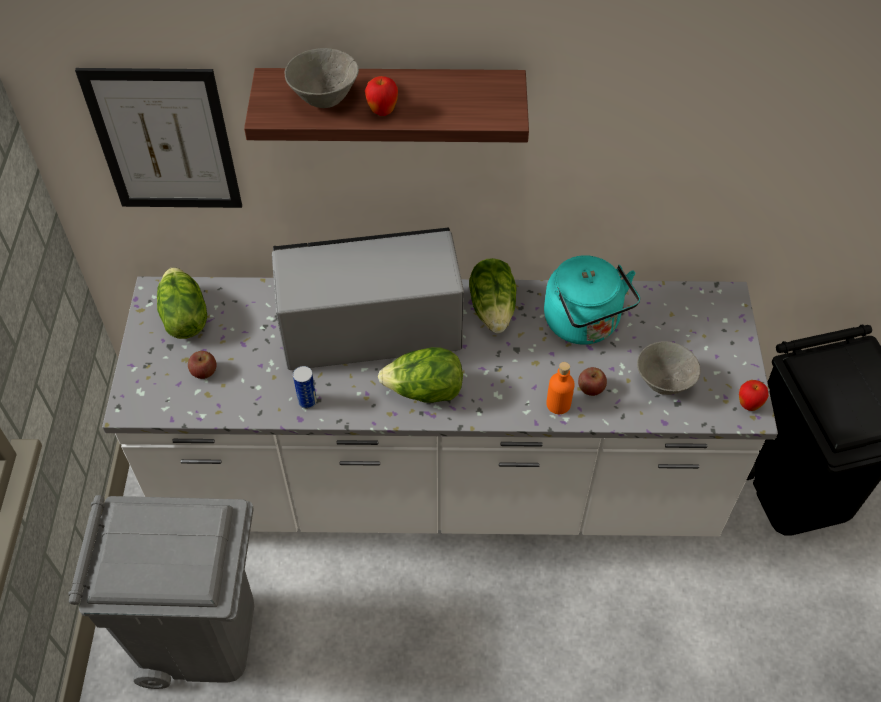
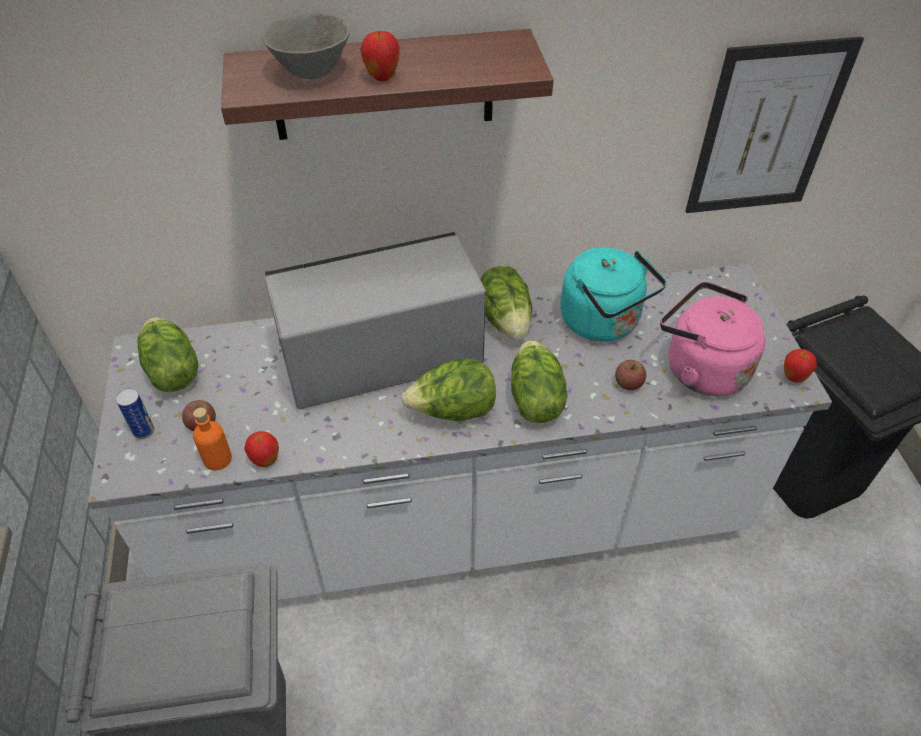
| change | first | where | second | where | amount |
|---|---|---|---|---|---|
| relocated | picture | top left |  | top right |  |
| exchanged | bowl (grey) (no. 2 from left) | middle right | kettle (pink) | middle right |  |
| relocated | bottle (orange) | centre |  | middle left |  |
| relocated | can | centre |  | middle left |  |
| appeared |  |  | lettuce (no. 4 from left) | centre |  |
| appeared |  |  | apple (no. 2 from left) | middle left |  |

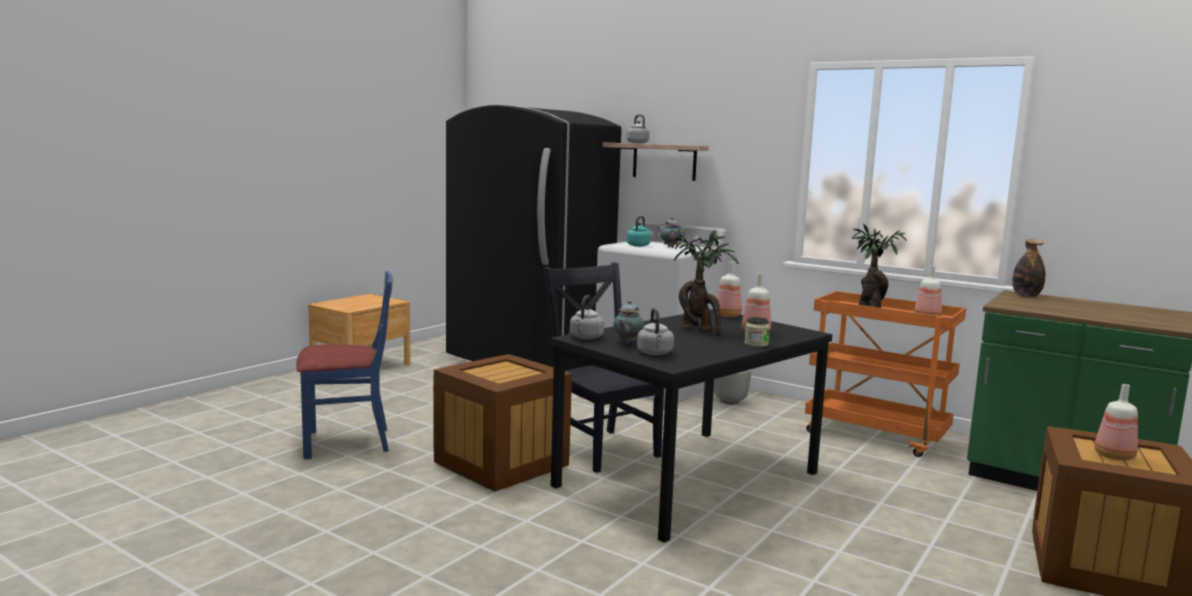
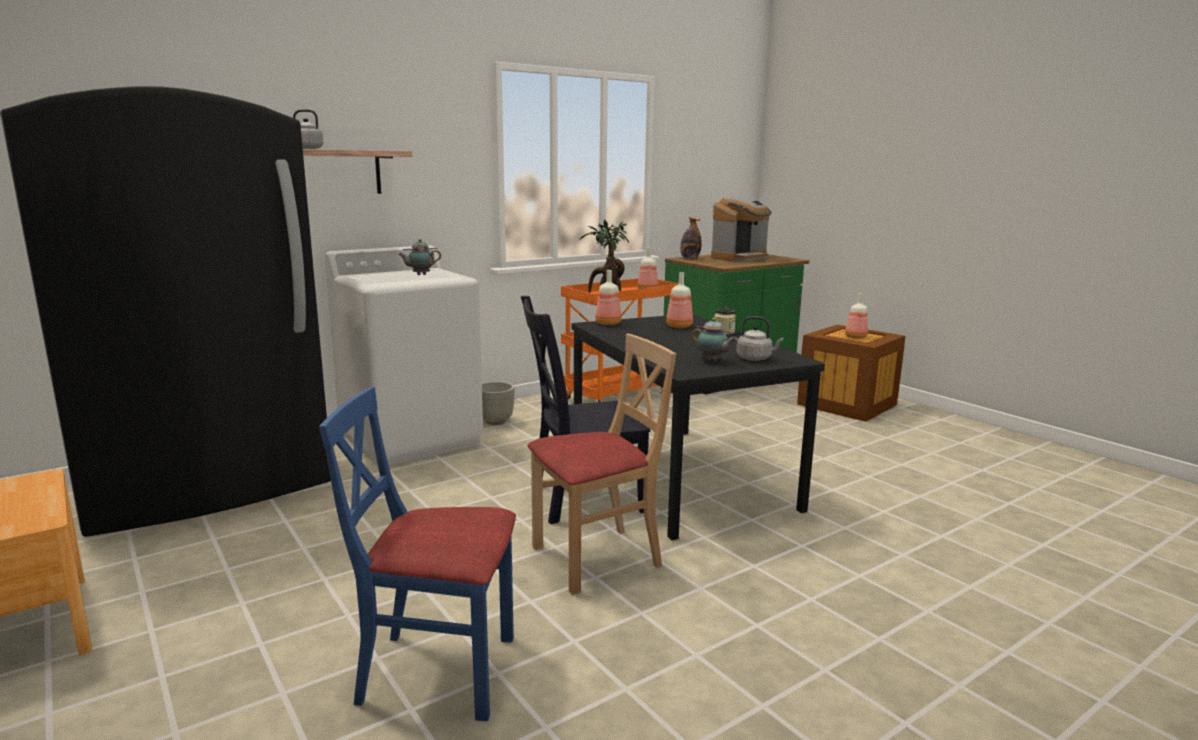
| change | first | where | second | where | amount |
|---|---|---|---|---|---|
| missing | kettle (turquoise) | centre |  |  |  |
| missing | potted plant (no. 1 from left) | centre |  |  |  |
| spun | chair (blue) | middle left |  | bottom centre | 90 degrees counterclockwise |
| missing | kettle (grey) (no. 1 from left) | centre |  |  |  |
| exchanged | crate (no. 1 from left) | bottom centre | chair (beige) | centre |  |
| appeared |  |  | coffee machine | top centre |  |

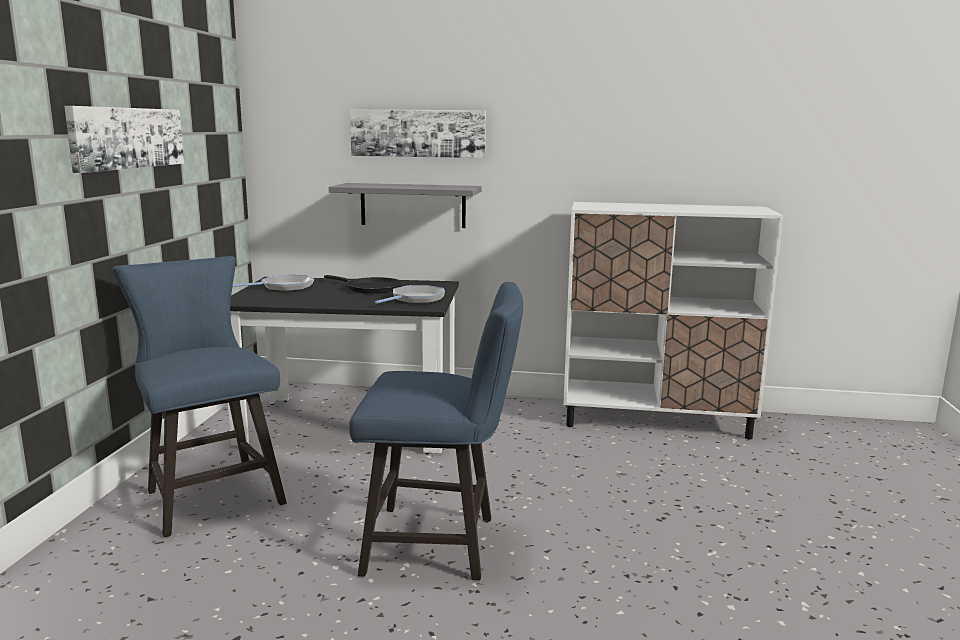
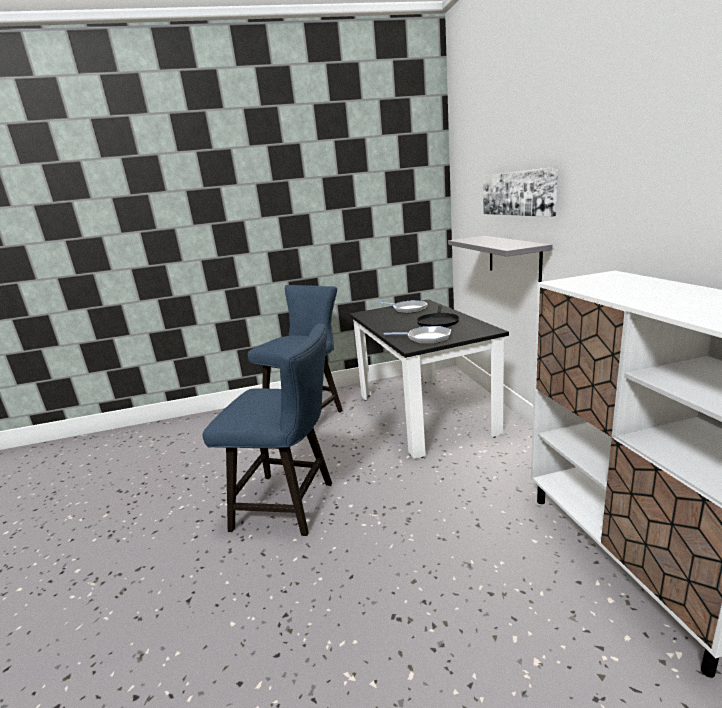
| change | first | where | second | where | amount |
|---|---|---|---|---|---|
| missing | picture (no. 1 from left) | top left |  |  |  |
| spun | chair (blue) (no. 2 from left in the first image) | bottom centre | chair (blue) (no. 1 from left) | centre | 60 degrees counterclockwise |

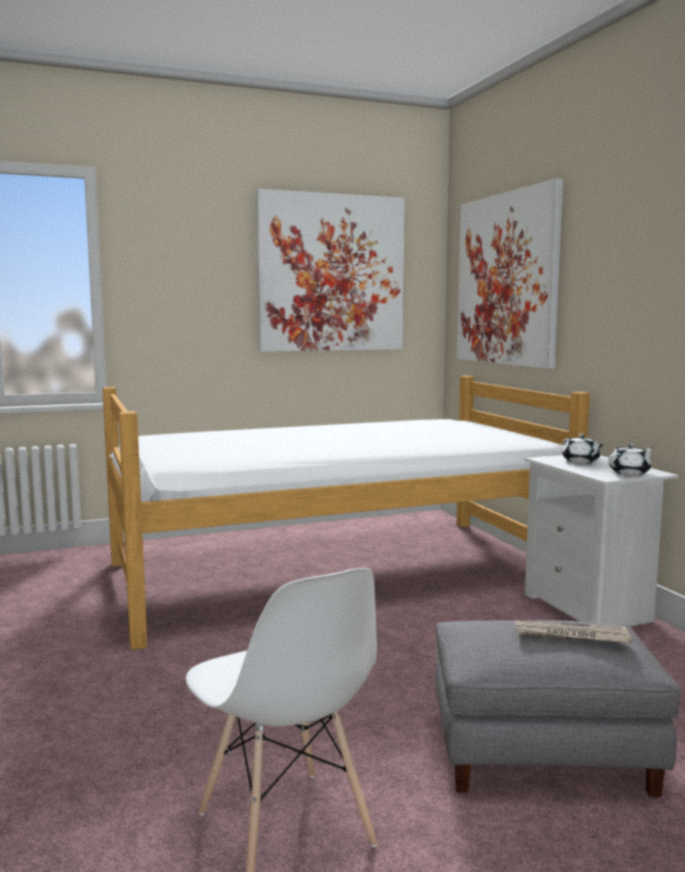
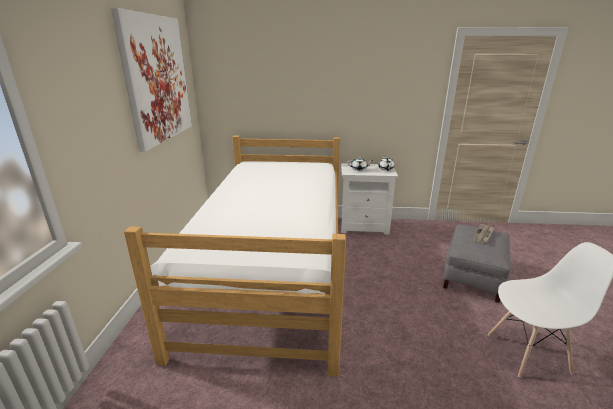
| change | first | where | second | where | amount |
|---|---|---|---|---|---|
| missing | picture (no. 2 from left) | top right |  |  |  |

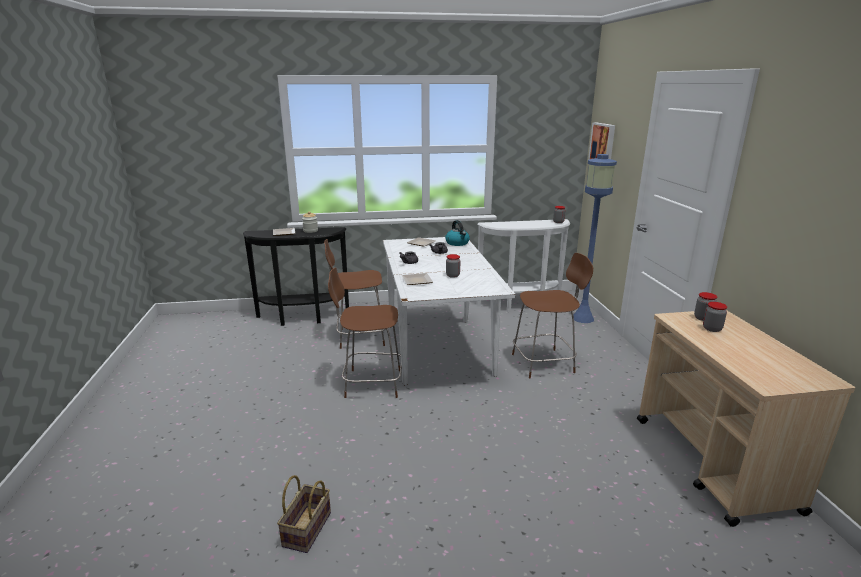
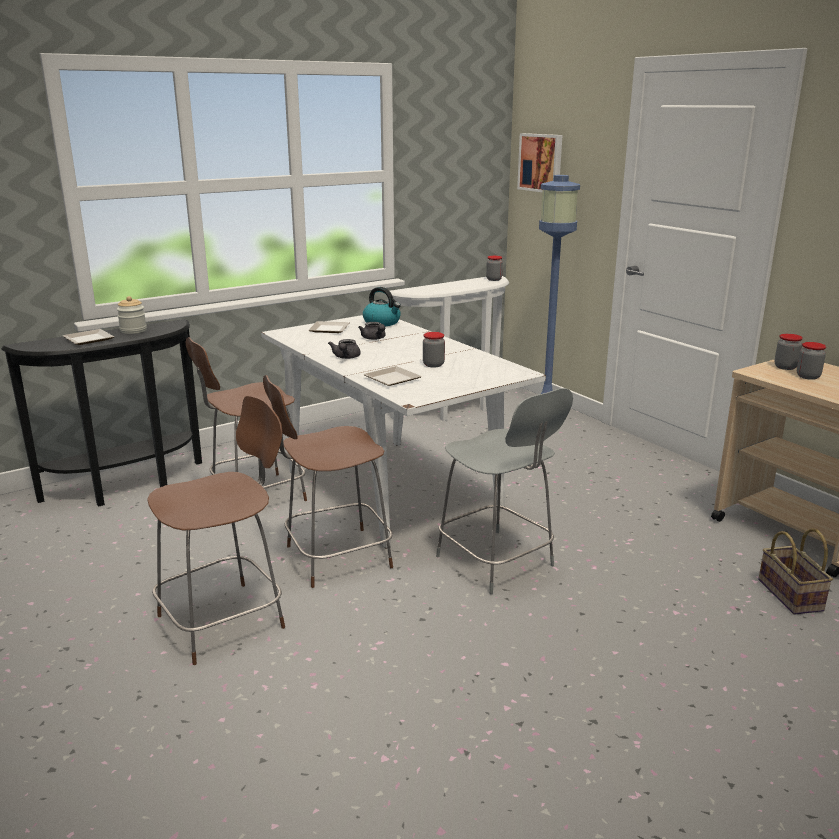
| change | first | where | second | where | amount |
|---|---|---|---|---|---|
| relocated | chair (brown) (no. 3 from left in the first image) | centre | chair (brown) (no. 1 from left) | middle left |  |
| relocated | basket | bottom centre |  | bottom right |  |
| appeared |  |  | chair (grey) | centre |  |

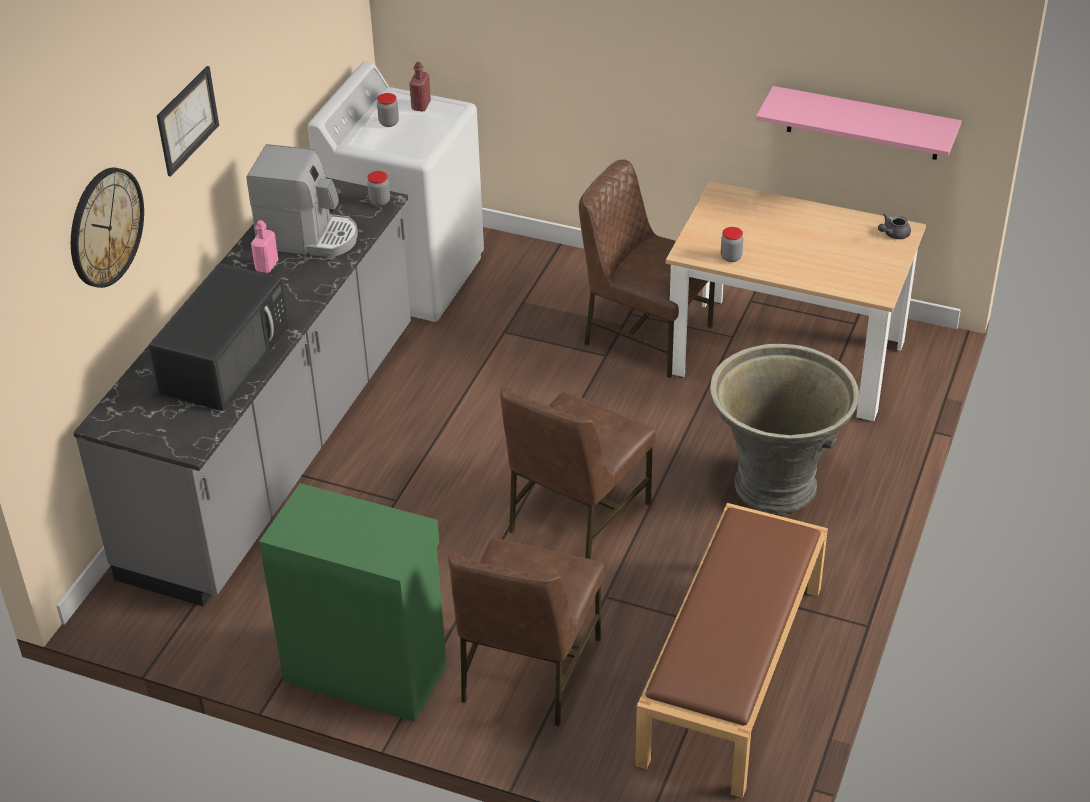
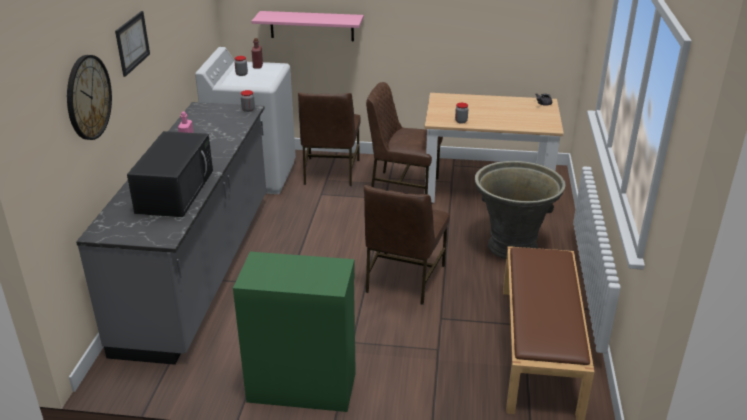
| change | first | where | second | where | amount |
|---|---|---|---|---|---|
| relocated | shelf (pink) | top right |  | top centre |  |
| missing | coffee machine | top left |  |  |  |
| relocated | chair (brown) (no. 1 from left) | bottom centre |  | top centre |  |

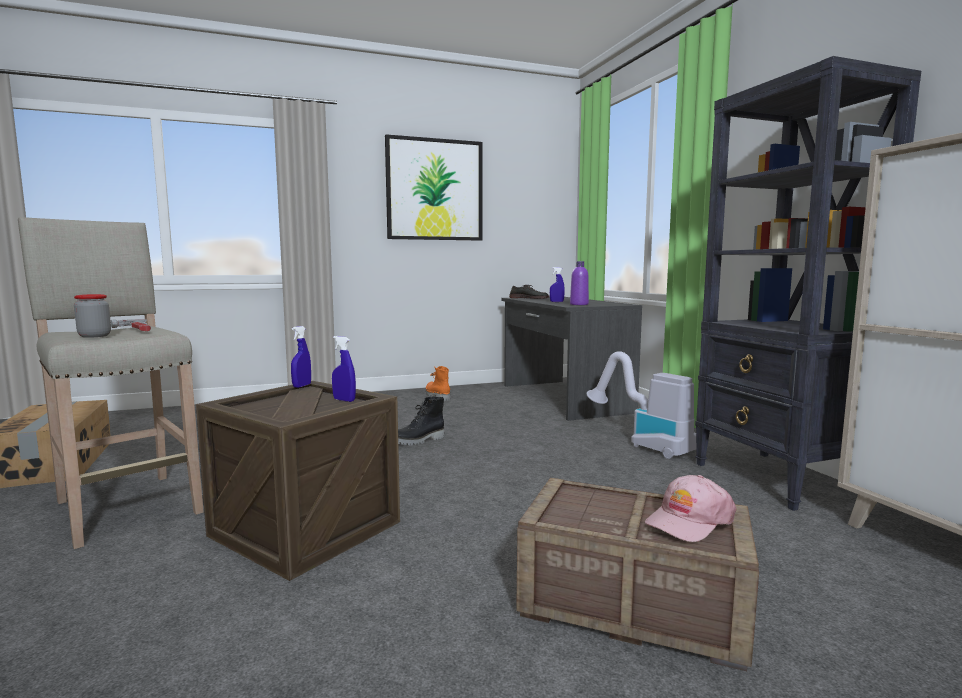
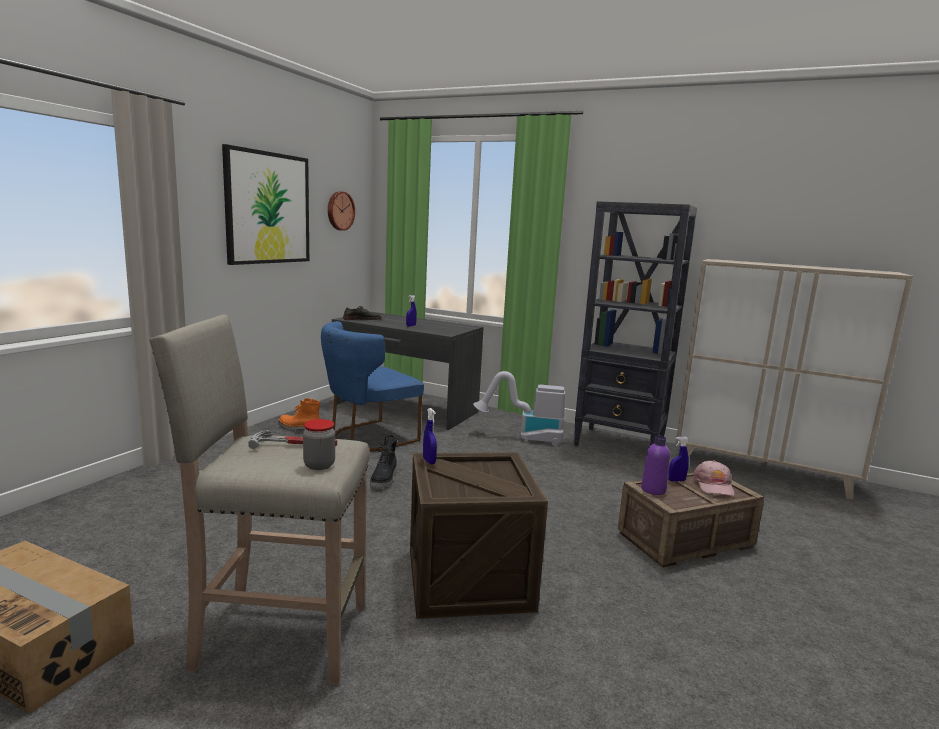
| change | first | where | second | where | amount |
|---|---|---|---|---|---|
| relocated | bottle (purple) | centre |  | middle right |  |
| relocated | spray bottle (blue) (no. 2 from left in the first image) | centre | spray bottle (blue) (no. 3 from left) | middle right |  |
| appeared |  |  | wall clock | top centre |  |
| appeared |  |  | chair (blue) | centre |  |

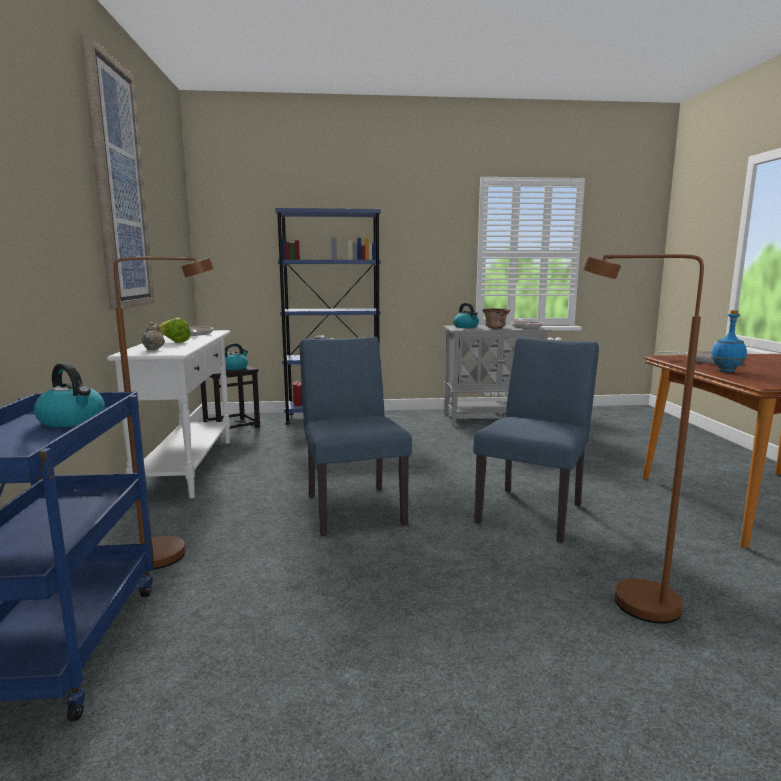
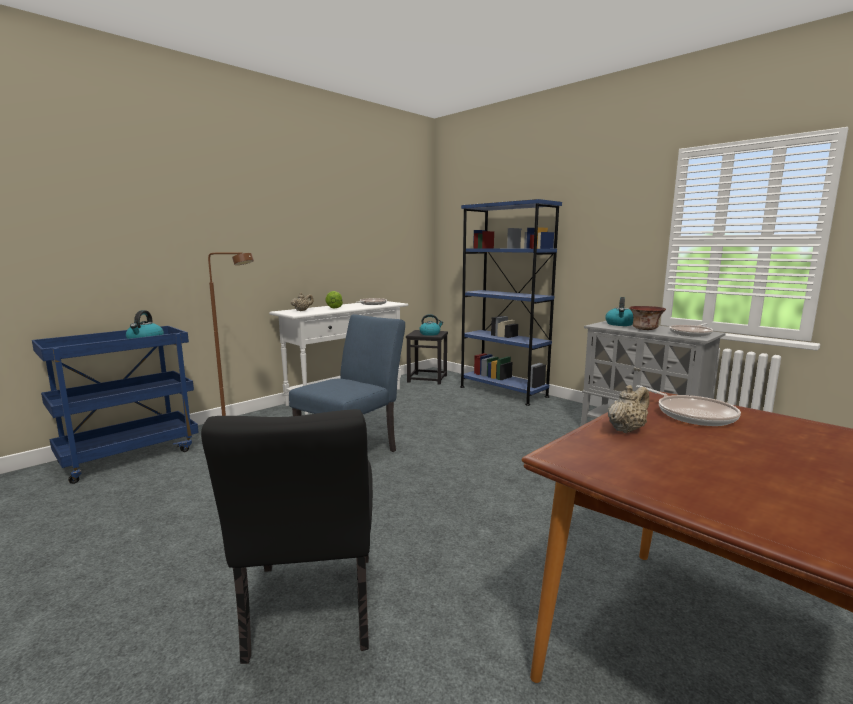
| change | first | where | second | where | amount |
|---|---|---|---|---|---|
| missing | picture | top left |  |  |  |
| exchanged | floor lamp (brown) (no. 2 from left) | middle right | chair (black) | bottom centre |  |
| exchanged | bottle (blue) | middle right | teapot (beige) (no. 2 from left) | middle right |  |
| missing | chair (blue) (no. 2 from left) | middle right |  |  |  |

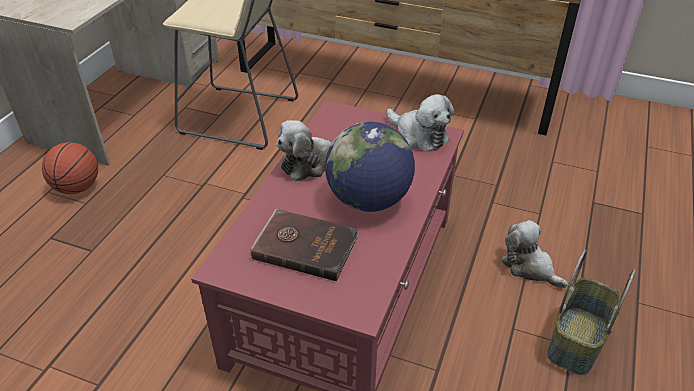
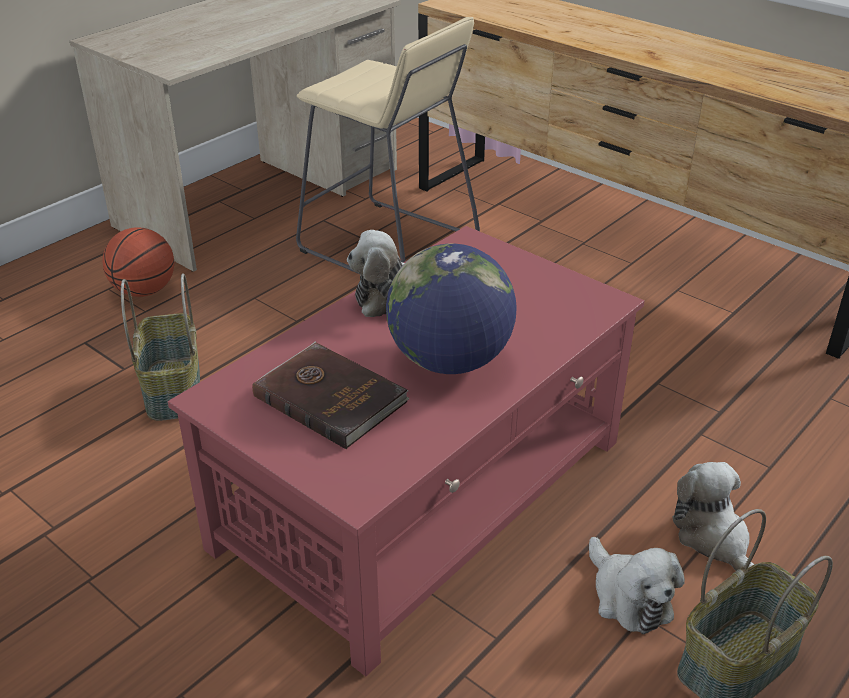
| change | first | where | second | where | amount |
|---|---|---|---|---|---|
| relocated | plush toy (no. 2 from left) | top centre |  | bottom right |  |
| appeared |  |  | basket (no. 1 from left) | middle left |  |

